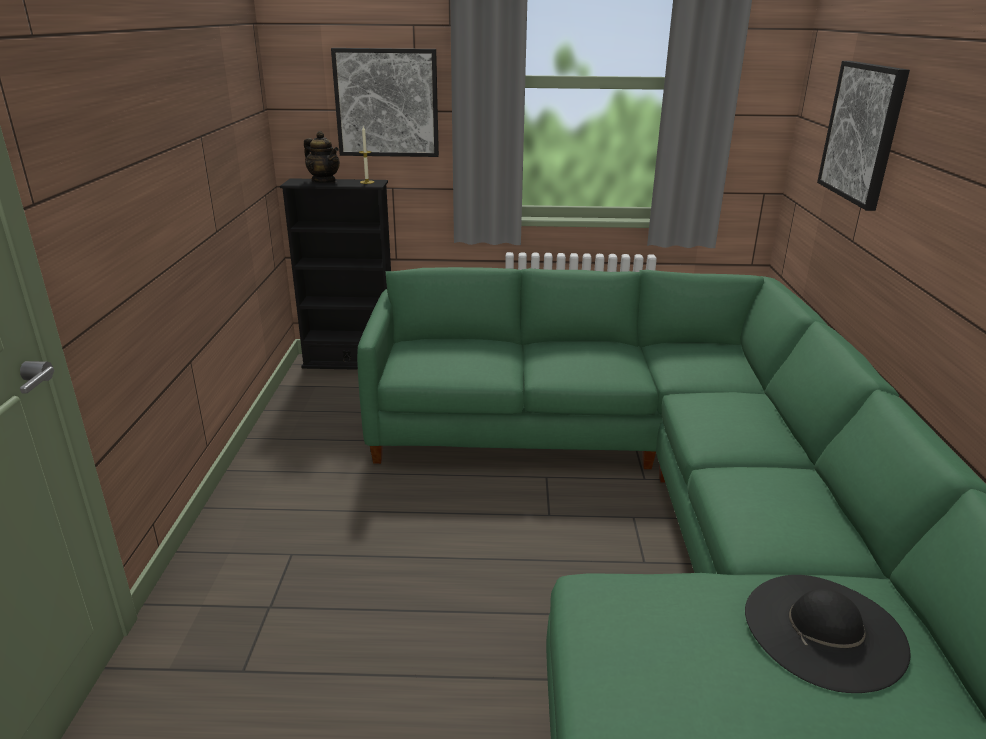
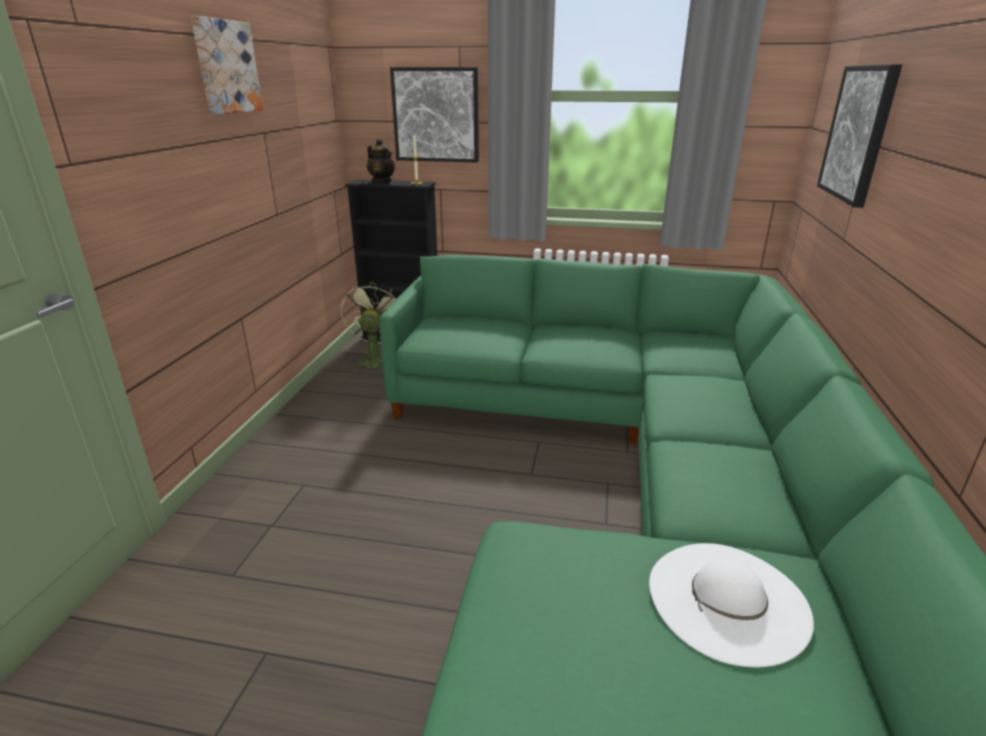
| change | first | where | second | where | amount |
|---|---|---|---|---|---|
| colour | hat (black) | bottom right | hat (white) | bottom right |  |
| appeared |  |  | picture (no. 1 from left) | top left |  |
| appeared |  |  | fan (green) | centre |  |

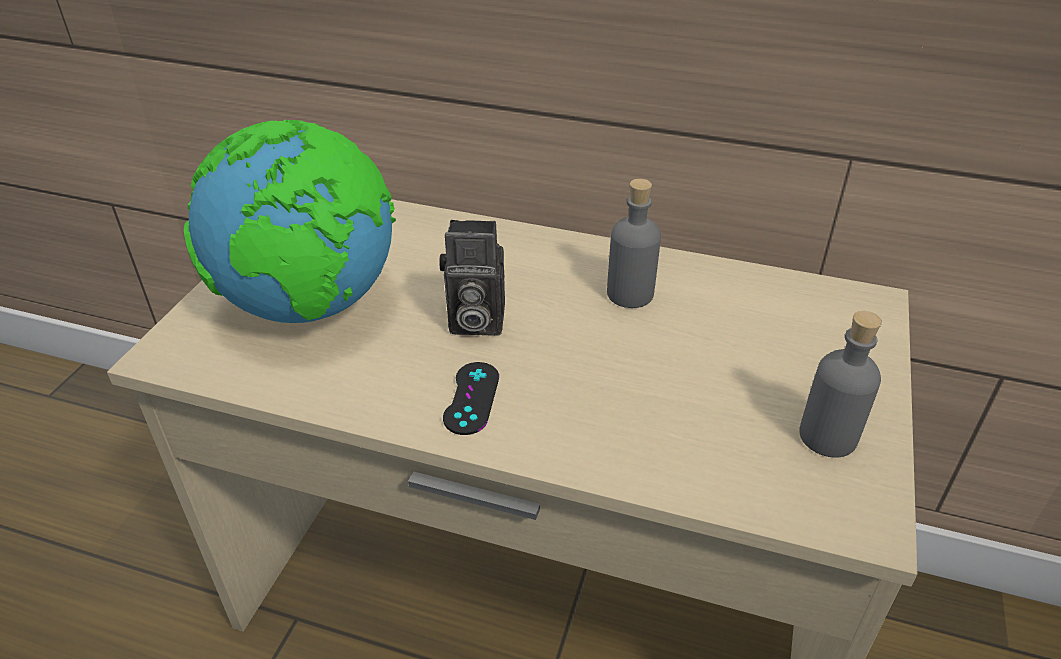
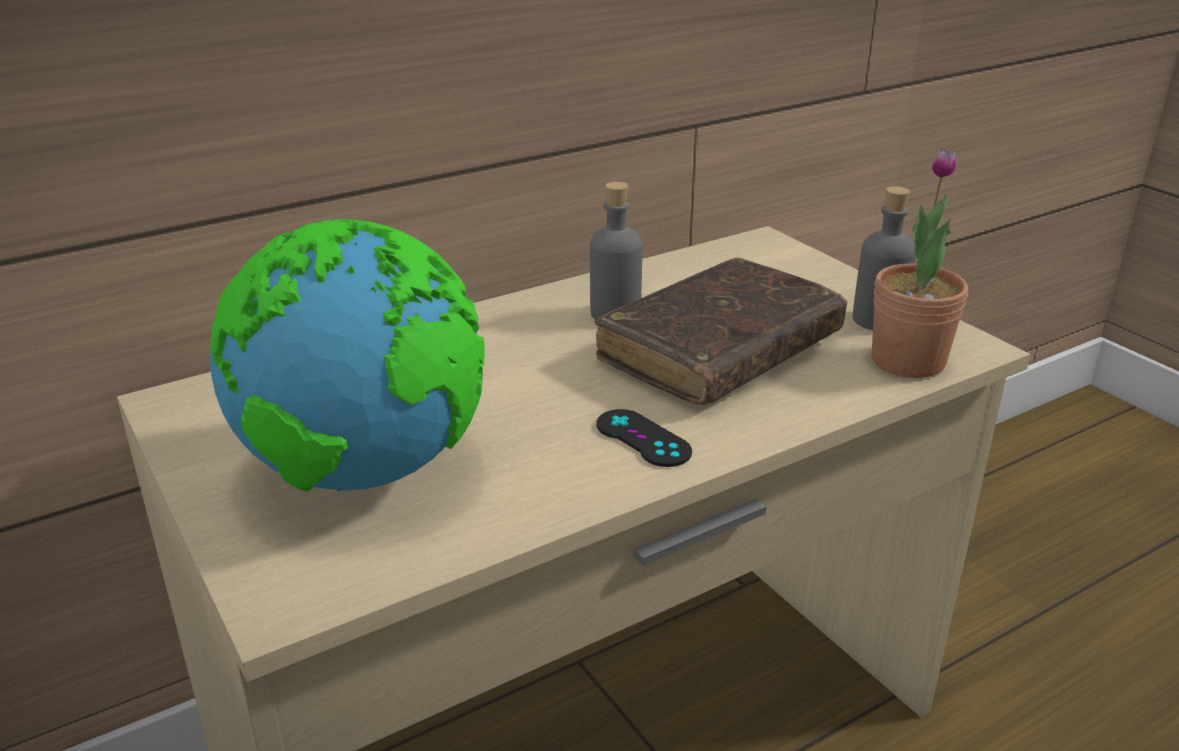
| change | first | where | second | where | amount |
|---|---|---|---|---|---|
| missing | photo camera | centre |  |  |  |
| appeared |  |  | potted plant | middle right |  |
| appeared |  |  | book (brown) | centre |  |

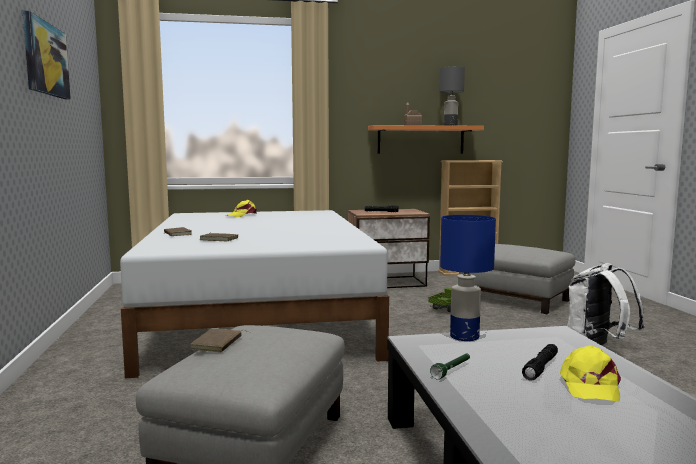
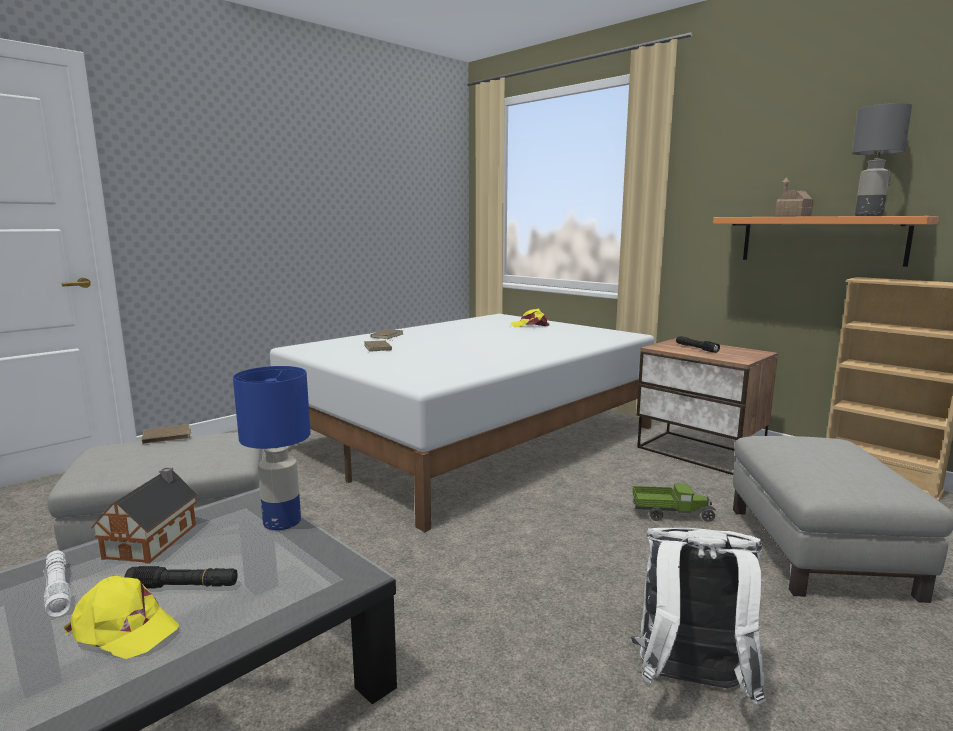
| change | first | where | second | where | amount |
|---|---|---|---|---|---|
| missing | picture | top left |  |  |  |
| spun | cap (yellow) (no. 2 from left in the first image) | bottom right | cap (yellow) (no. 1 from left) | bottom left | 135 degrees counterclockwise |
| exchanged | flashlight (green) | bottom centre | toy house (no. 1 from left) | bottom left |  |
| appeared |  |  | flashlight (white) | bottom left |  |

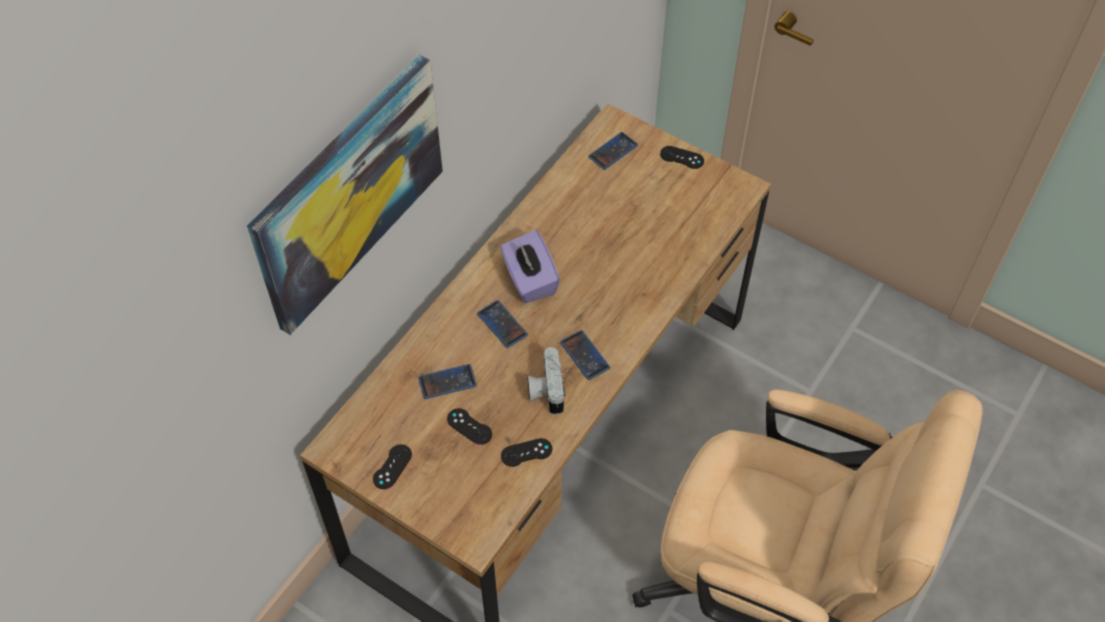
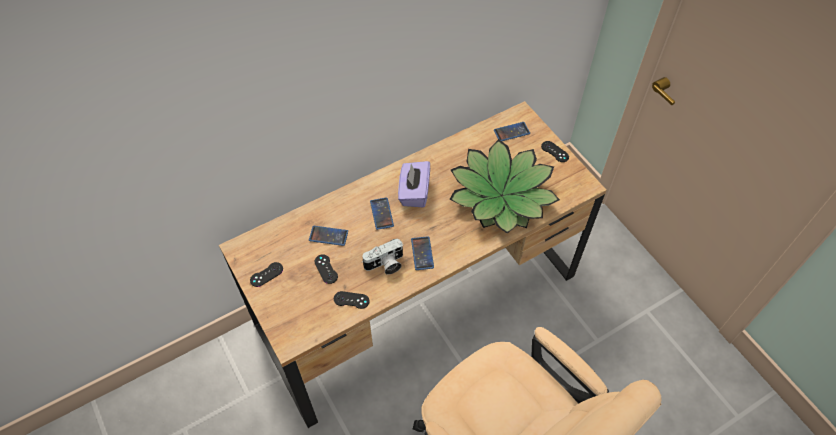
| change | first | where | second | where | amount |
|---|---|---|---|---|---|
| missing | picture | top left |  |  |  |
| spun | photo camera | centre |  | centre | 135 degrees counterclockwise |
| appeared |  |  | potted plant | centre |  |

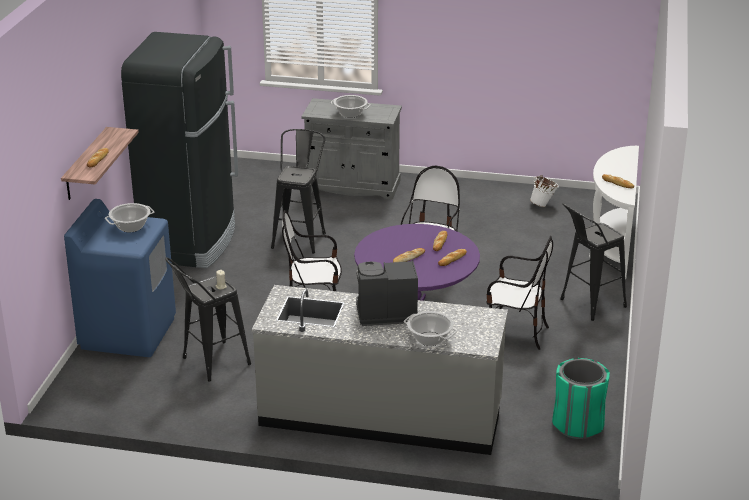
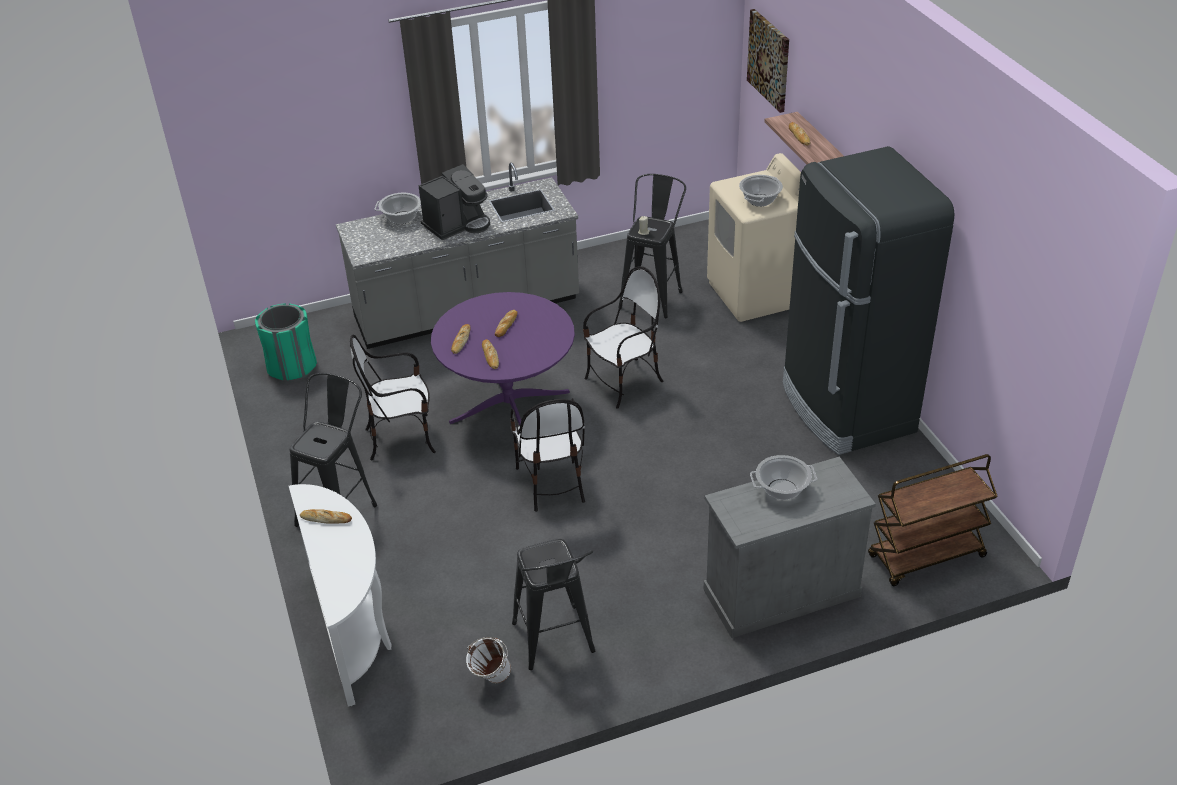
| change | first | where | second | where | amount |
|---|---|---|---|---|---|
| relocated | stool (black) (no. 2 from left) | centre |  | bottom centre |  |
| colour | washing machine (blue) | middle left | washing machine (beige) | top centre |  |
| appeared |  |  | picture | top centre |  |
| appeared |  |  | cart (brown) | middle right |  |

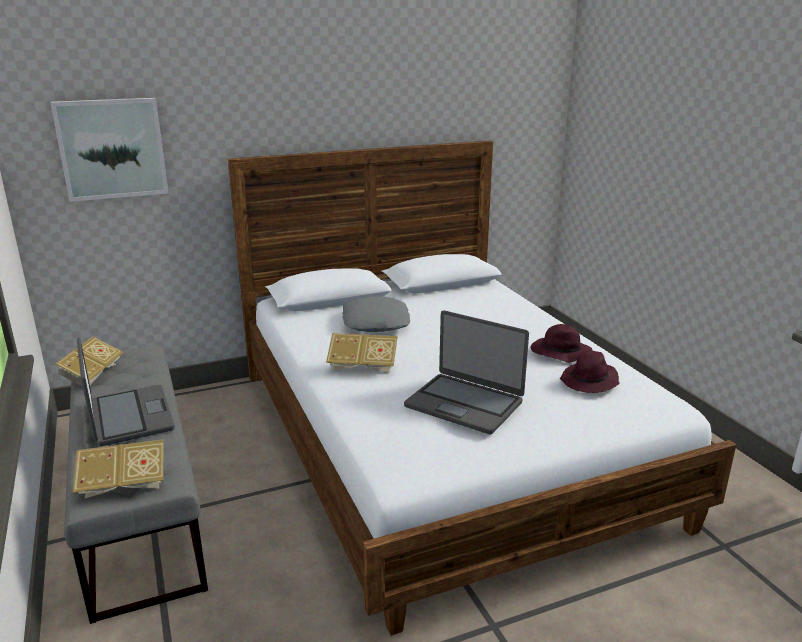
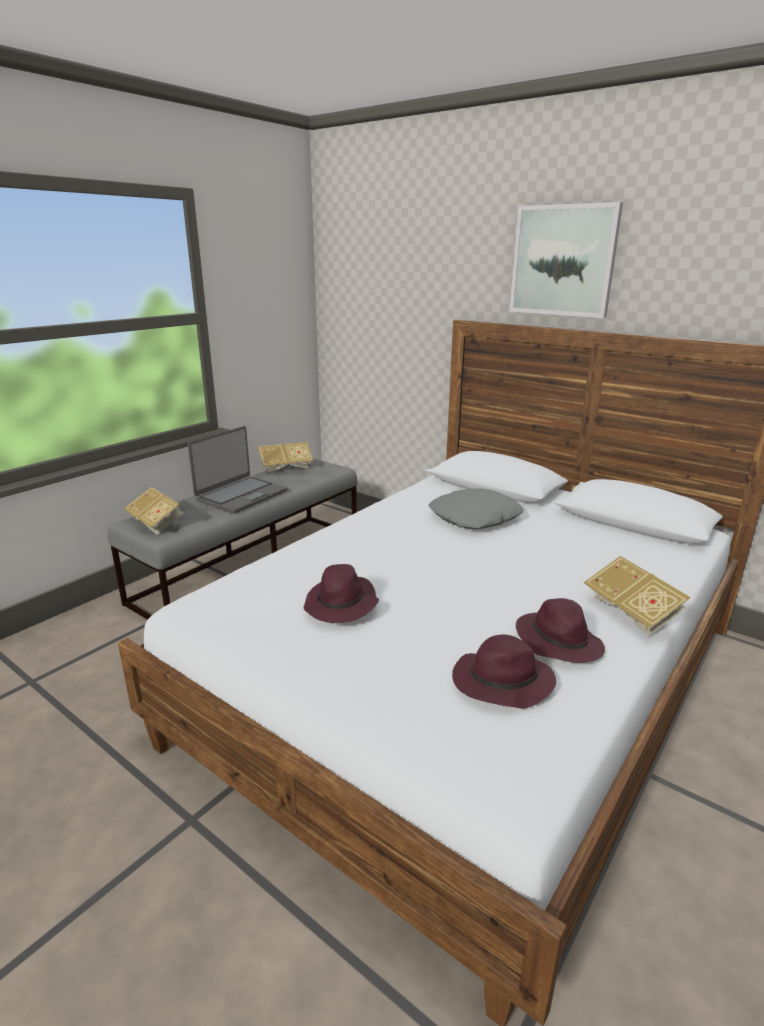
| change | first | where | second | where | amount |
|---|---|---|---|---|---|
| relocated | picture | top left |  | top right |  |
| exchanged | laptop (no. 2 from left) | centre | hat (purple) (no. 1 from left) | centre |  |
| relocated | book (no. 3 from left) | centre |  | middle right |  |

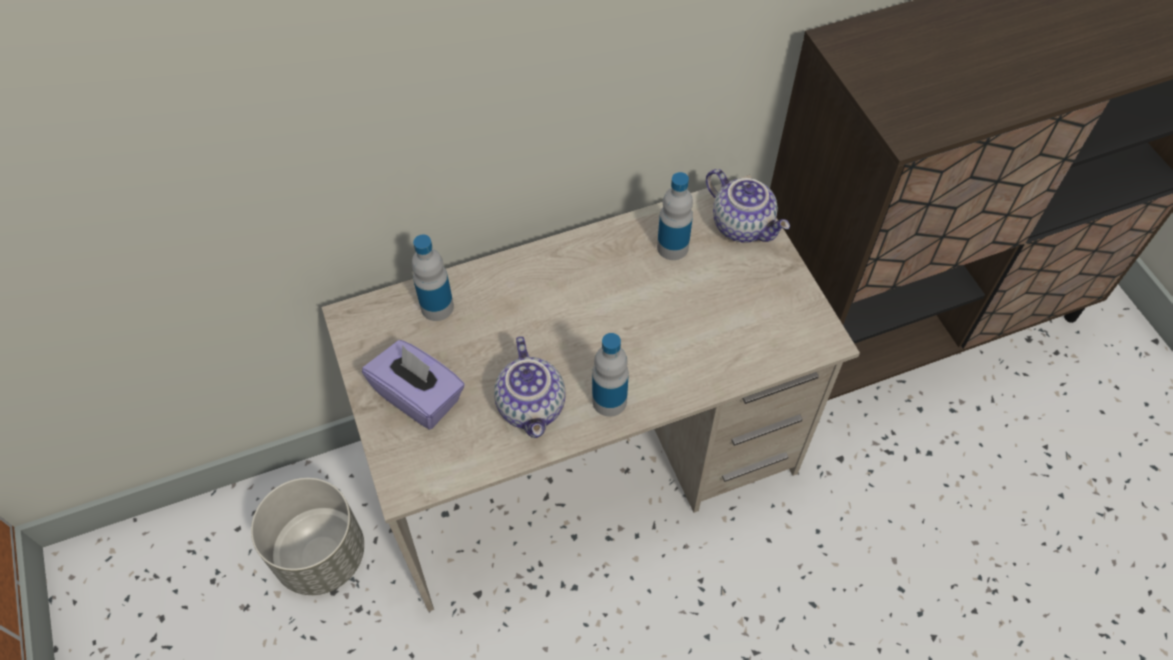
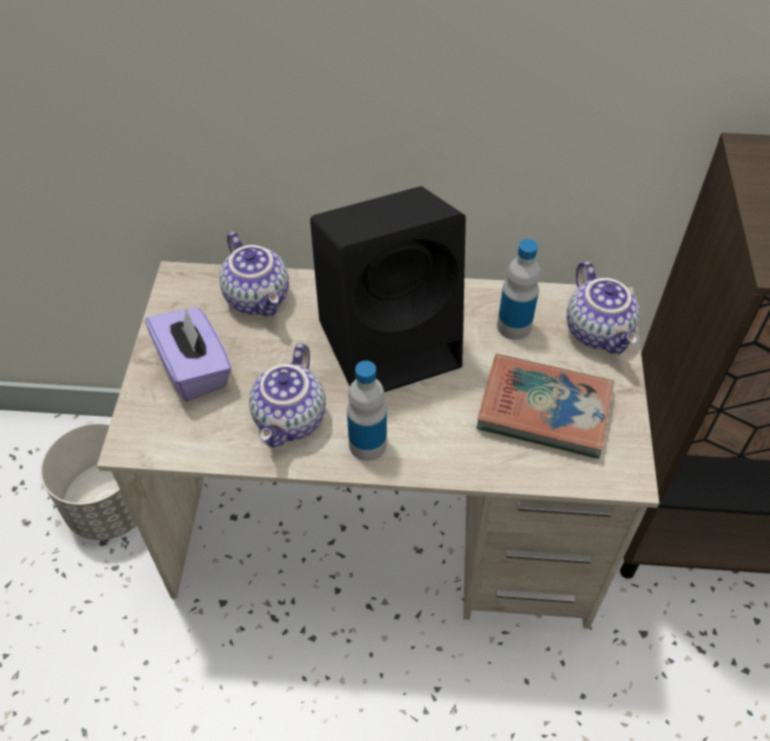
| change | first | where | second | where | amount |
|---|---|---|---|---|---|
| exchanged | bottle (no. 1 from left) | centre | teapot (no. 1 from left) | middle left |  |
| appeared |  |  | speaker (black) | centre |  |
| appeared |  |  | book | middle right |  |

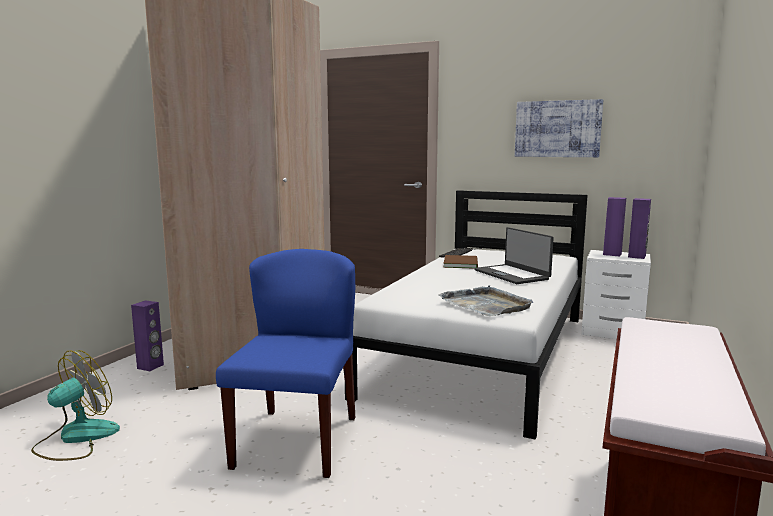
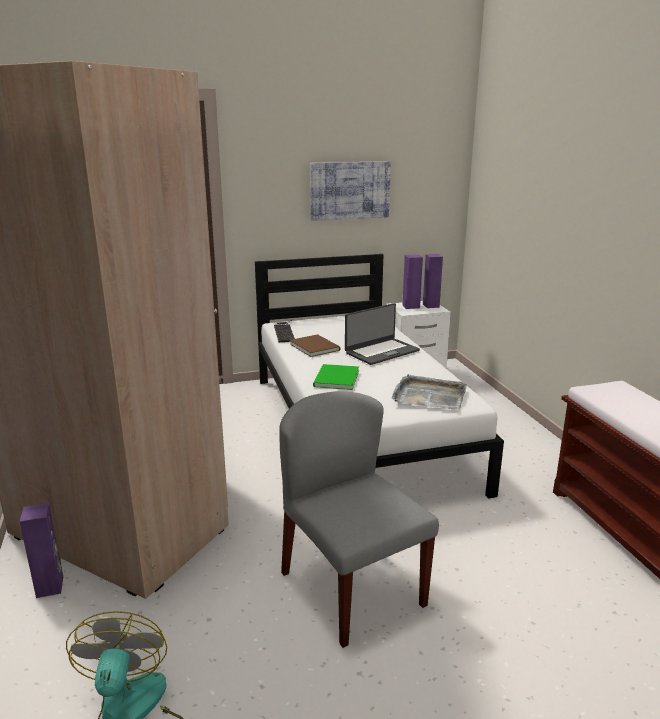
| change | first | where | second | where | amount |
|---|---|---|---|---|---|
| spun | laptop | centre |  | centre | 60 degrees counterclockwise |
| colour | chair (blue) | bottom centre | chair (grey) | bottom centre |  |
| appeared |  |  | book (green) | centre |  |

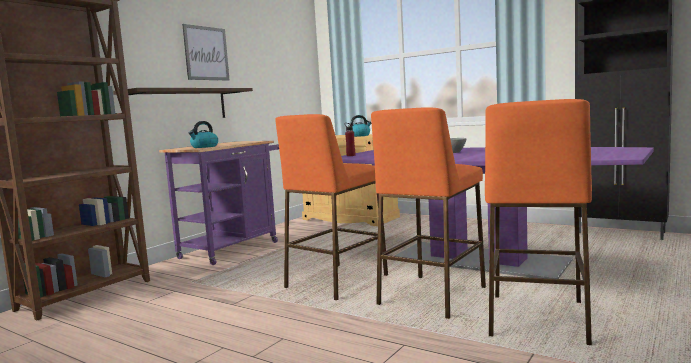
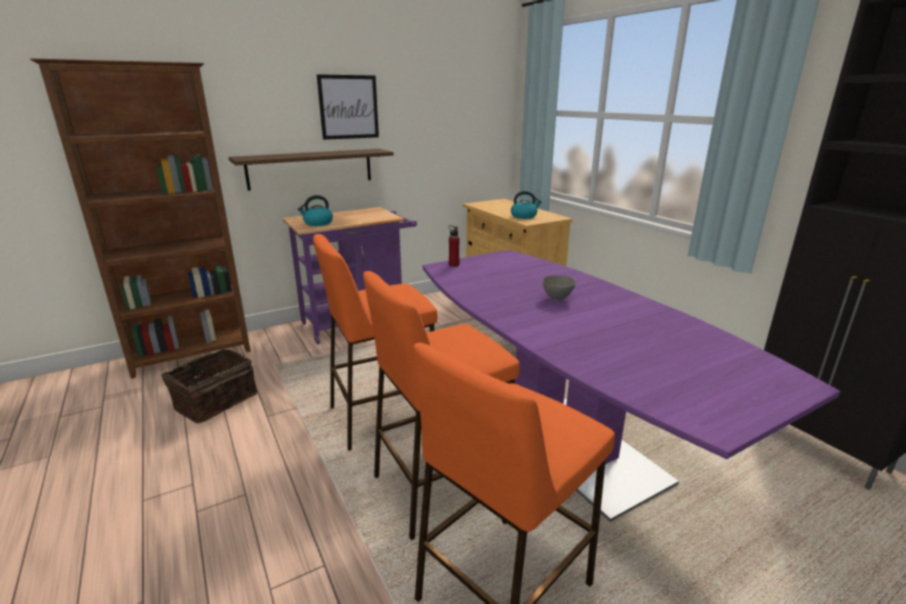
| change | first | where | second | where | amount |
|---|---|---|---|---|---|
| appeared |  |  | basket | middle left |  |

